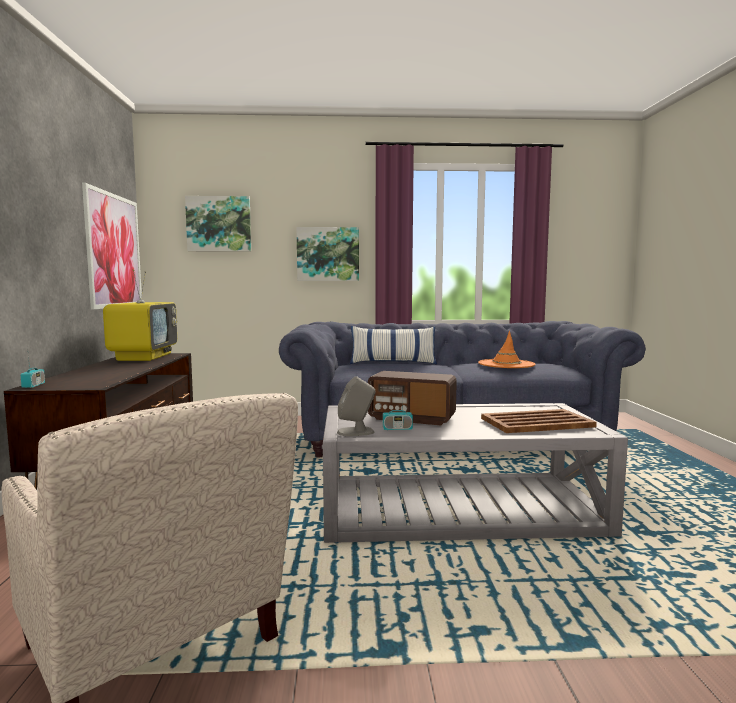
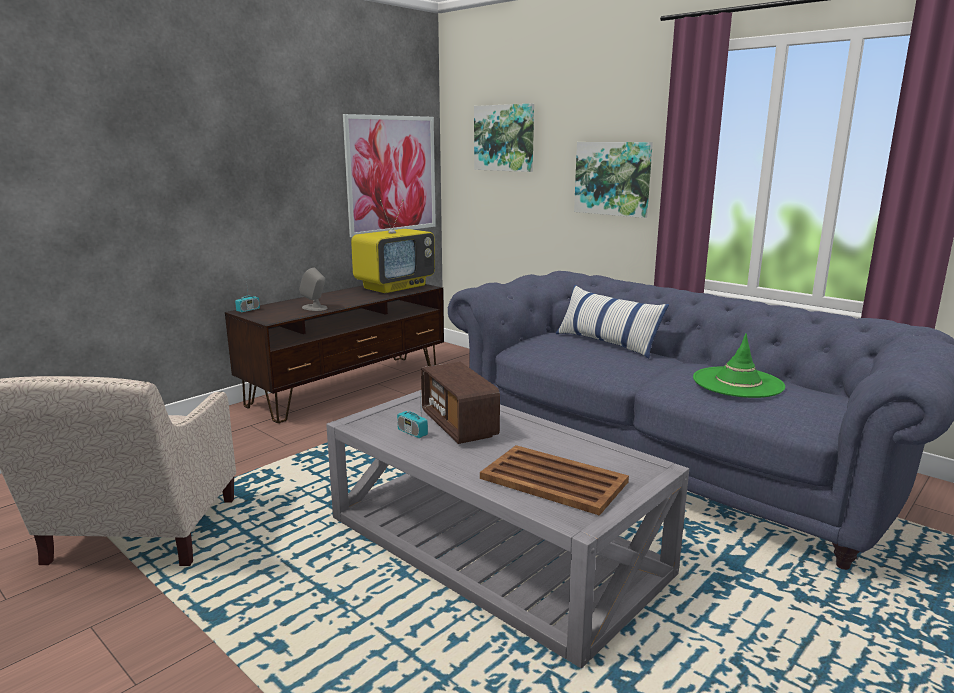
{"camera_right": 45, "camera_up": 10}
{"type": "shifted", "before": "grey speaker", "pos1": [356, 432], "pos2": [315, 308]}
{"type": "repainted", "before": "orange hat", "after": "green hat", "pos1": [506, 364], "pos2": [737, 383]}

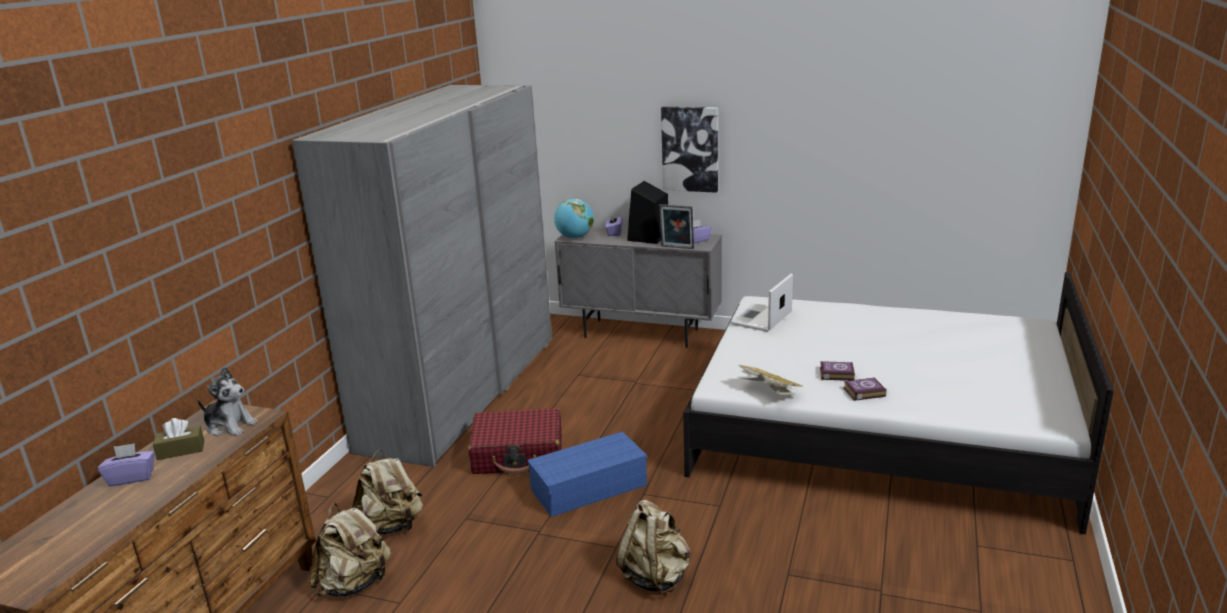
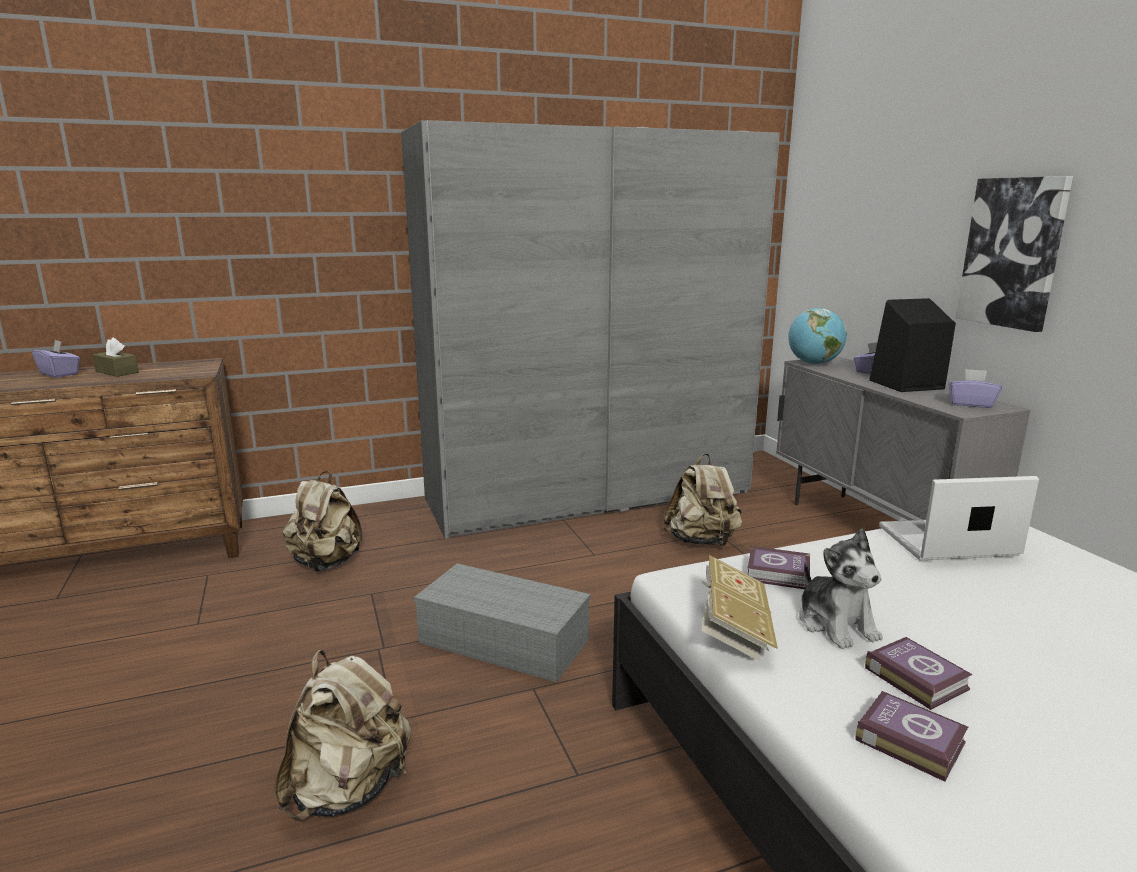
{"camera_right": 50, "camera_up": -5}
{"type": "gone", "before": "red suitcase", "pos1": [518, 454]}
{"type": "gone", "before": "picture frame", "pos1": [677, 248]}
{"type": "new", "after": "book", "pos2": [779, 574]}
{"type": "shifted", "before": "plush toy", "pos1": [230, 426], "pos2": [836, 624]}
{"type": "shifted", "before": "beige backpack", "pos1": [354, 584], "pos2": [702, 541]}
{"type": "repainted", "before": "blue storage box", "after": "grey storage box", "pos1": [590, 486], "pos2": [506, 640]}

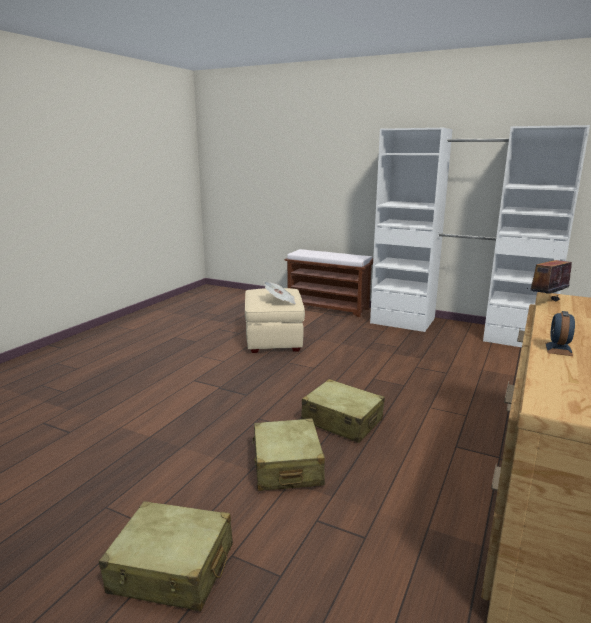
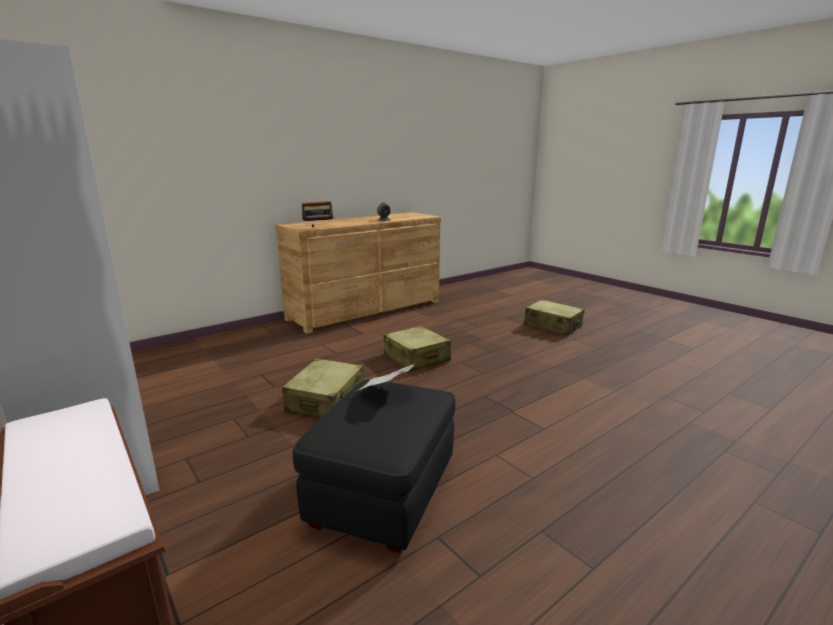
{"camera_right": -155, "camera_up": 0}
{"type": "shifted", "before": "beige suitcase", "pos1": [287, 466], "pos2": [326, 400]}
{"type": "repainted", "before": "beige ottoman", "after": "black ottoman", "pos1": [273, 338], "pos2": [383, 492]}

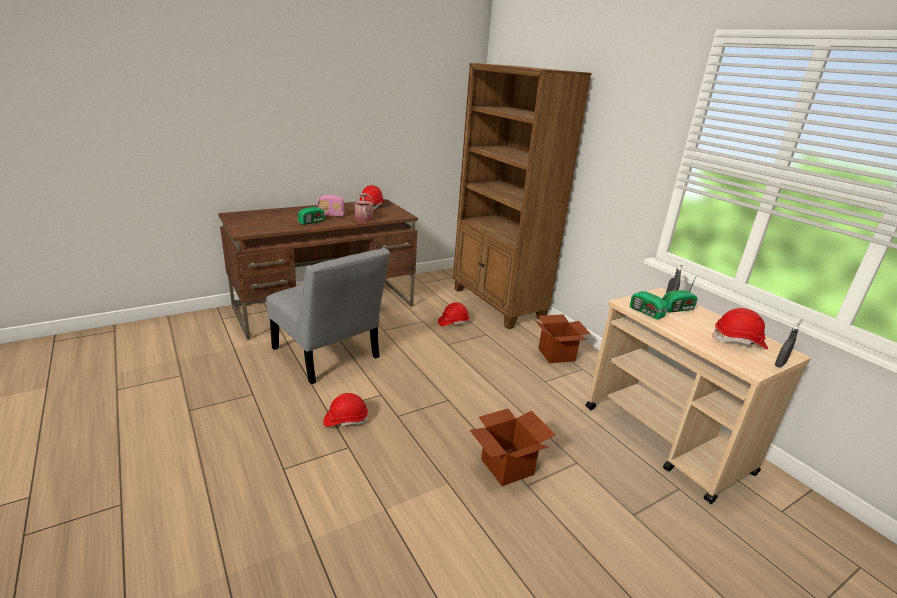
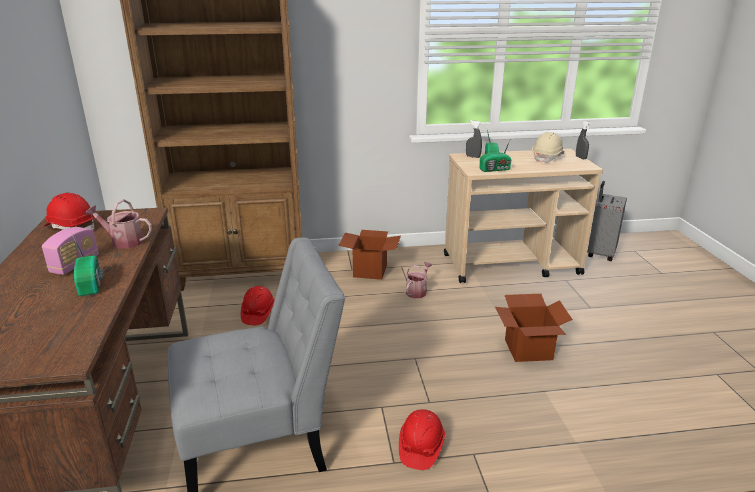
{"camera_right": -65, "camera_up": 0}
{"type": "new", "after": "watering can", "pos2": [417, 291]}
{"type": "new", "after": "grey suitcase", "pos2": [600, 253]}
{"type": "repainted", "before": "red hard hat", "after": "beige hard hat", "pos1": [739, 341], "pos2": [547, 158]}

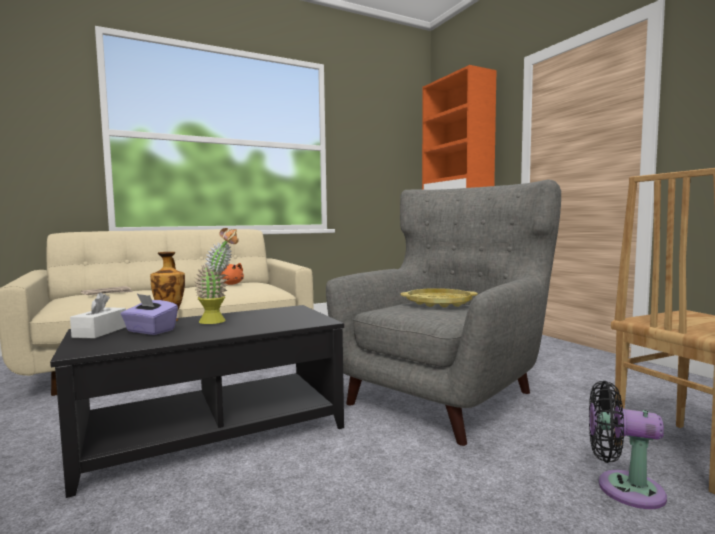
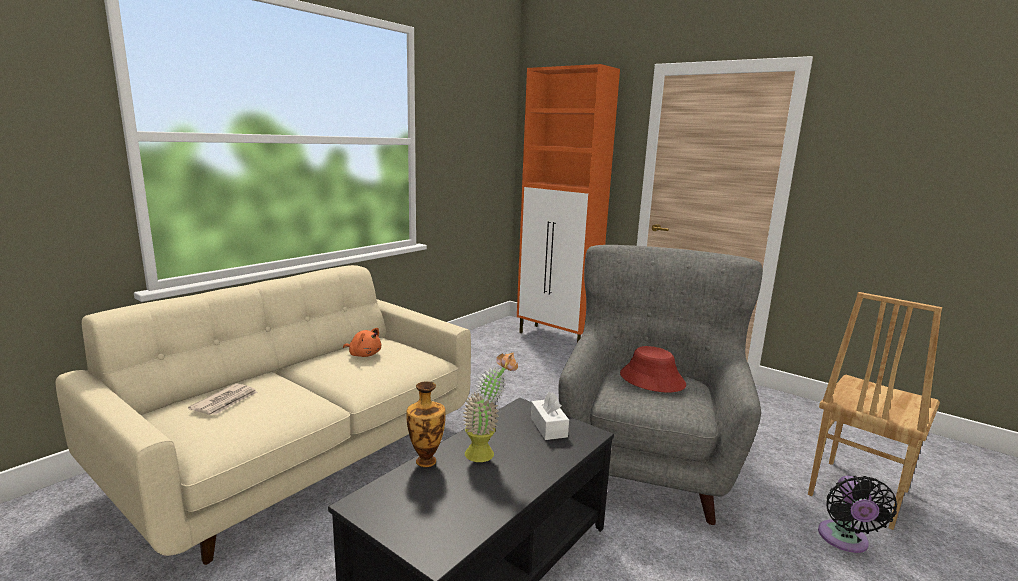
{"camera_right": -25, "camera_up": 10}
{"type": "gone", "before": "purple tissue box", "pos1": [150, 331]}
{"type": "shifted", "before": "white tissue box", "pos1": [100, 332], "pos2": [548, 427]}
{"type": "swapped", "before": "yellow tray", "after": "red hat", "pos1": [438, 303], "pos2": [651, 379]}
{"type": "rotated", "before": "black fan", "pos1": [622, 488], "pos2": [844, 540], "turn": -75}

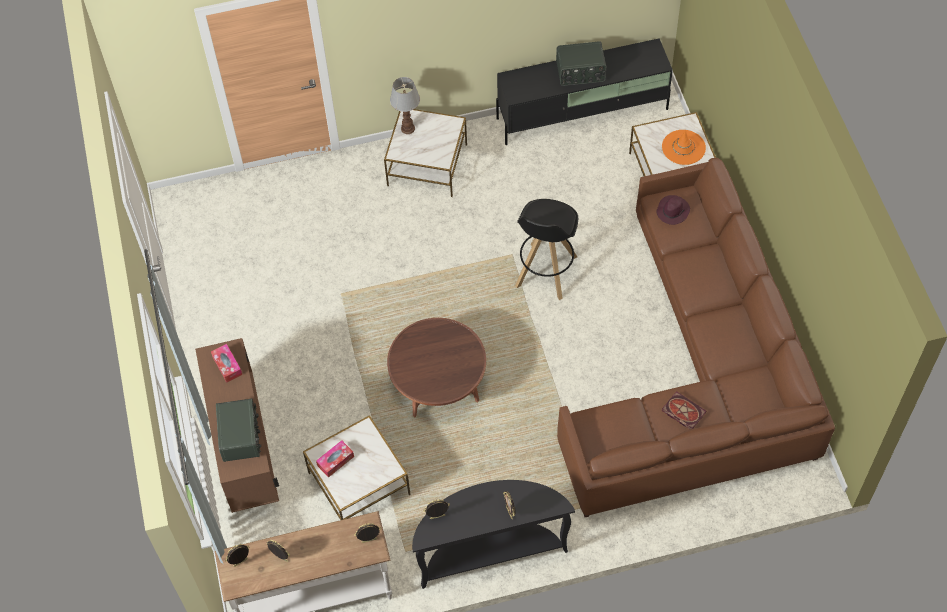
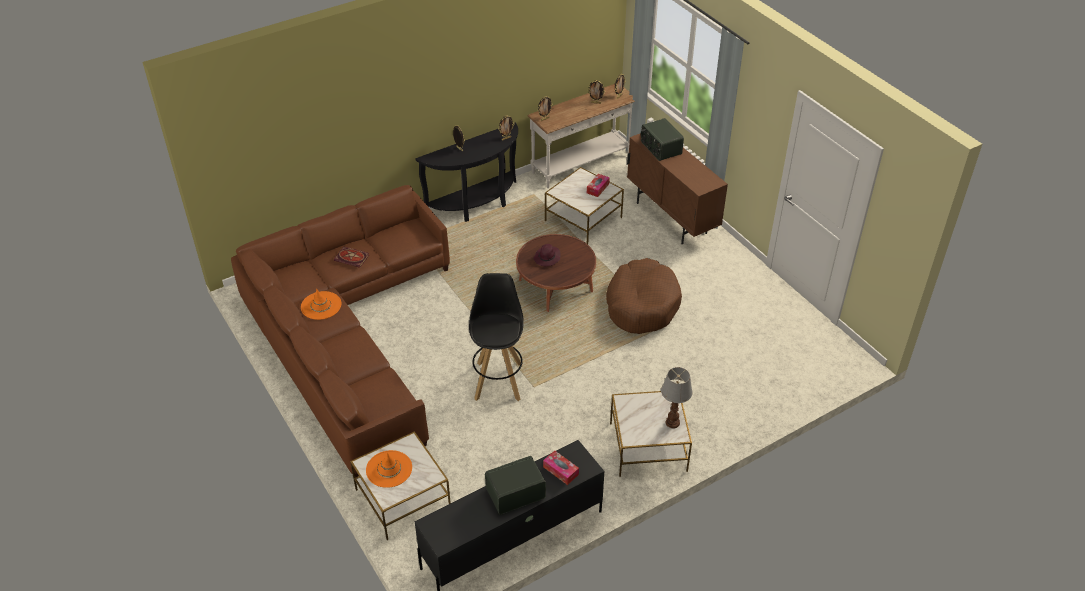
{"camera_right": 160, "camera_up": -15}
{"type": "new", "after": "orange hat", "pos2": [321, 306]}
{"type": "new", "after": "brown dog bed", "pos2": [642, 305]}
{"type": "shifted", "before": "tissue box", "pos1": [227, 365], "pos2": [560, 471]}
{"type": "shifted", "before": "purple hat", "pos1": [672, 211], "pos2": [547, 258]}

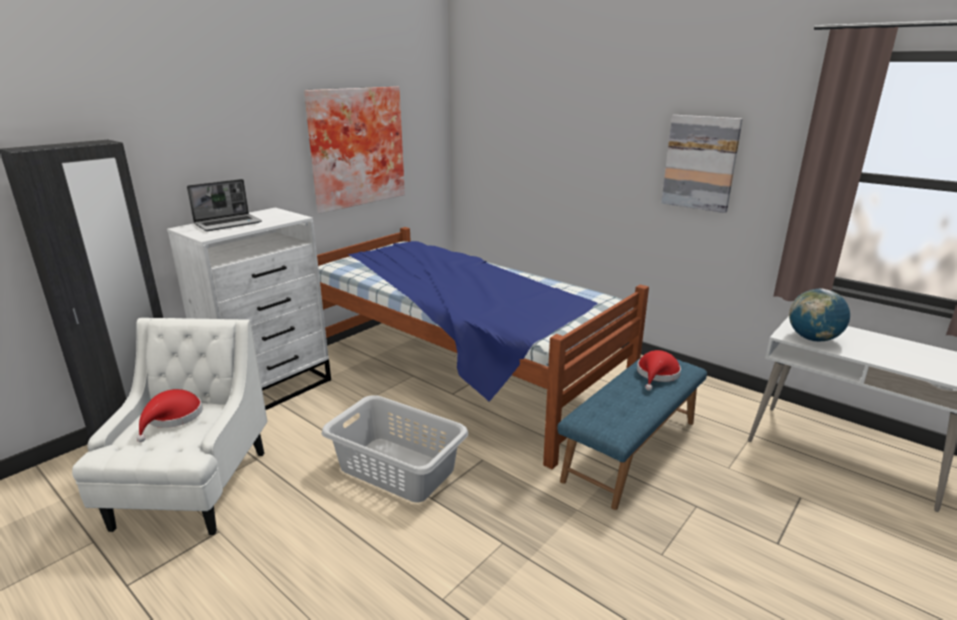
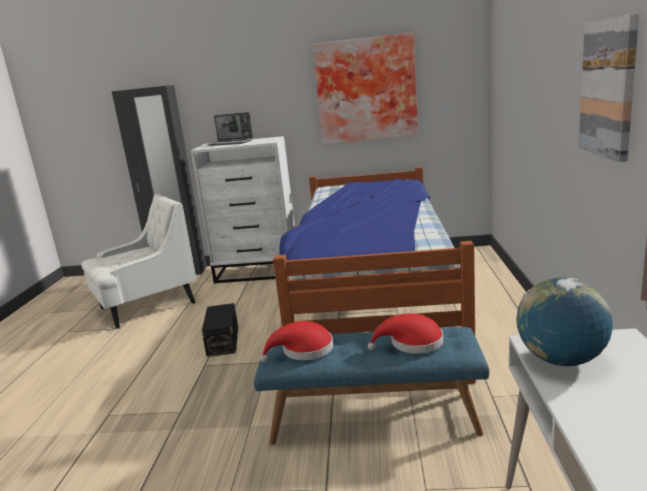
{"camera_right": 55, "camera_up": -5}
{"type": "shifted", "before": "red hat", "pos1": [173, 418], "pos2": [303, 350]}
{"type": "swapped", "before": "grey laundry basket", "after": "black storage box", "pos1": [397, 468], "pos2": [224, 340]}

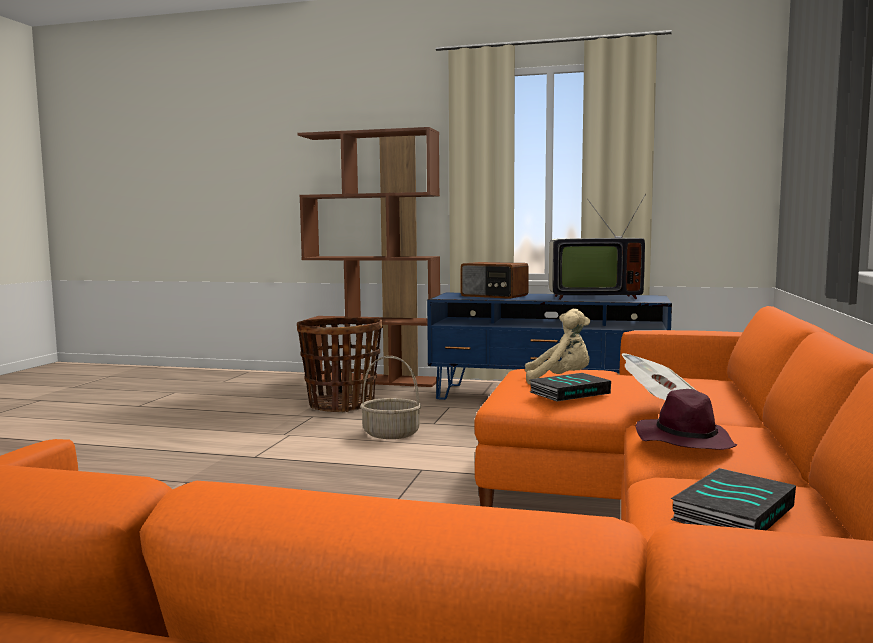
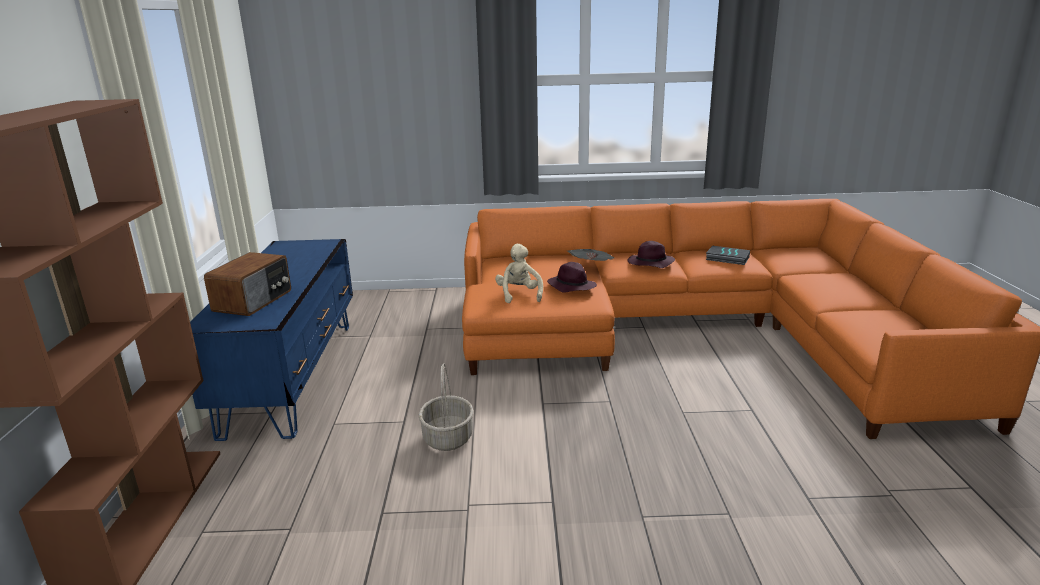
{"camera_right": -105, "camera_up": 15}
{"type": "gone", "before": "basket", "pos1": [341, 405]}
{"type": "gone", "before": "television", "pos1": [592, 297]}
{"type": "swapped", "before": "book", "after": "purple hat", "pos1": [569, 392], "pos2": [571, 286]}

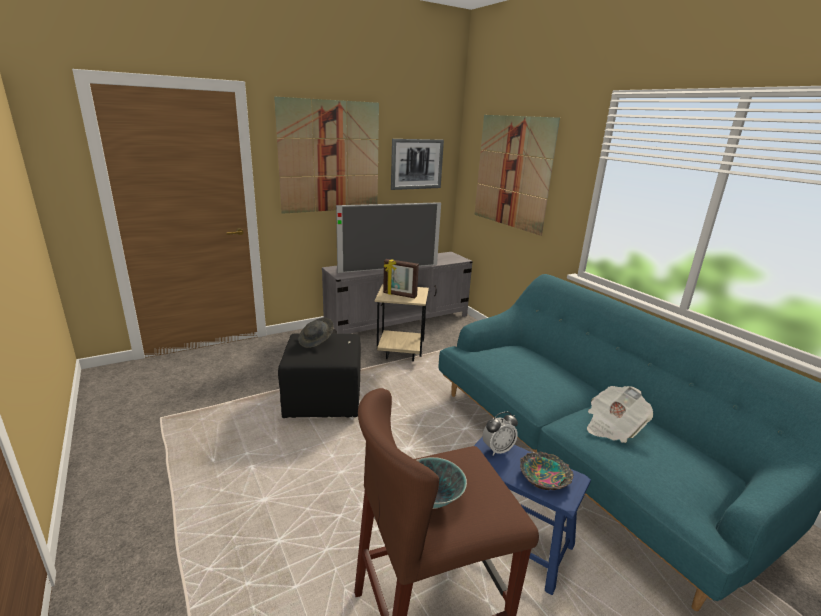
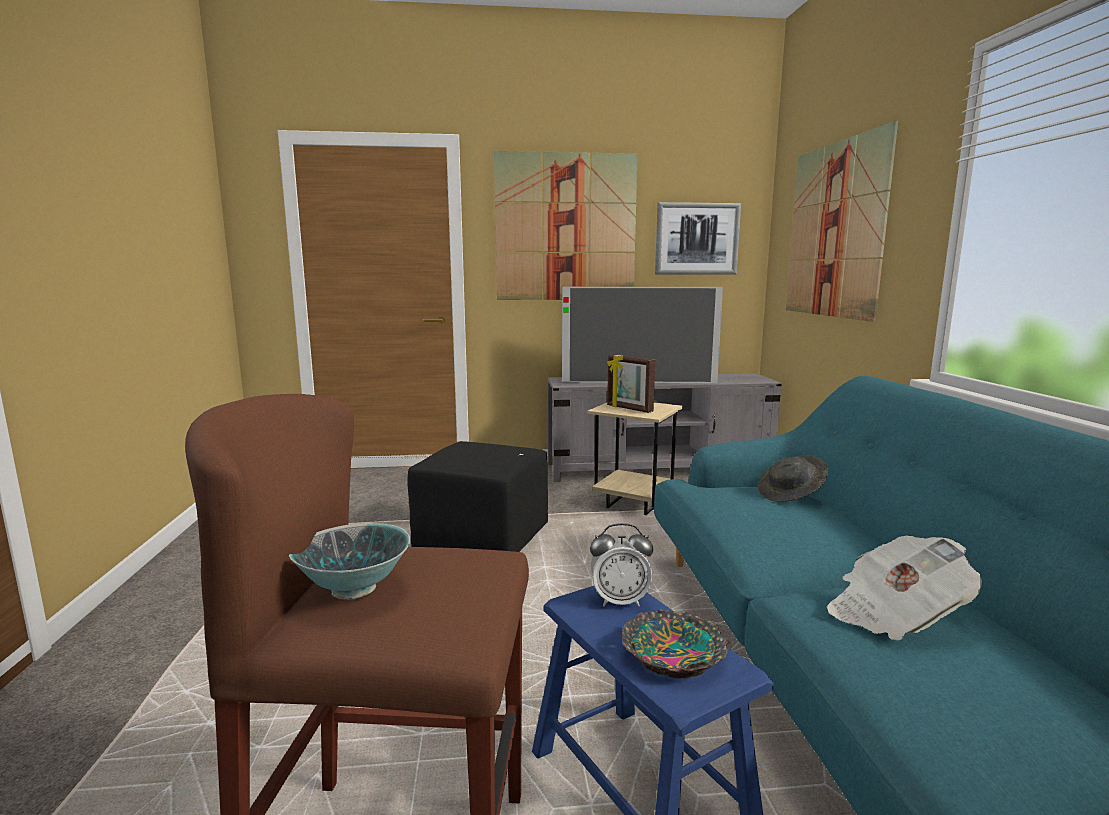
{"camera_right": 25, "camera_up": -10}
{"type": "shifted", "before": "grey hat", "pos1": [316, 341], "pos2": [791, 494]}

